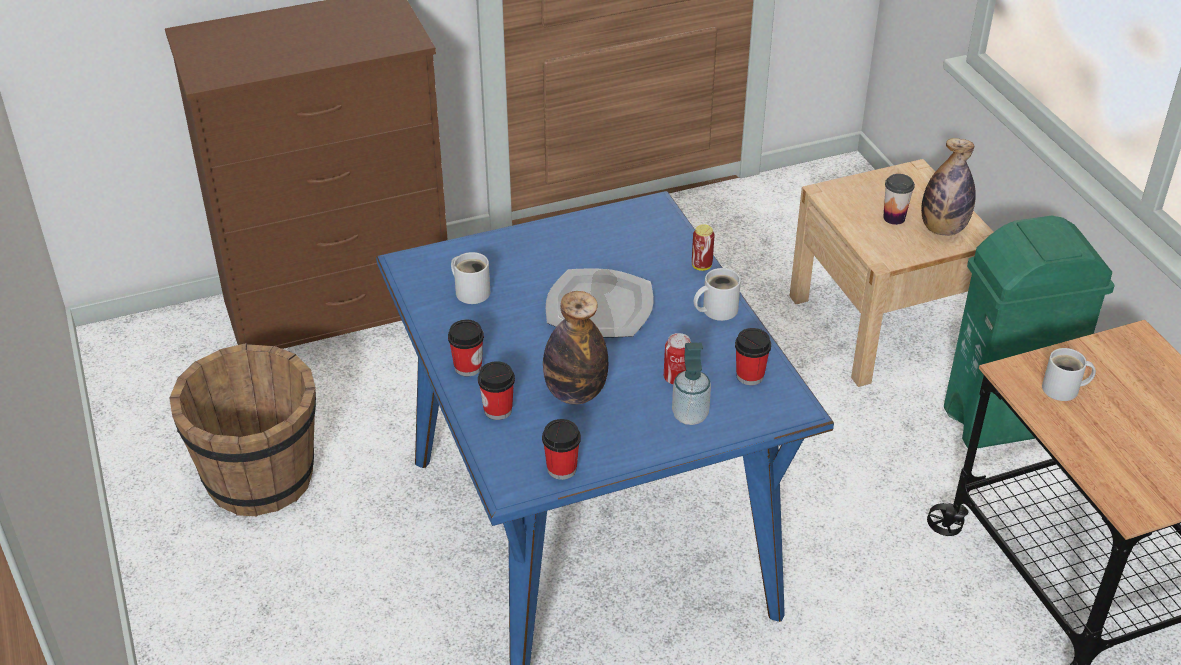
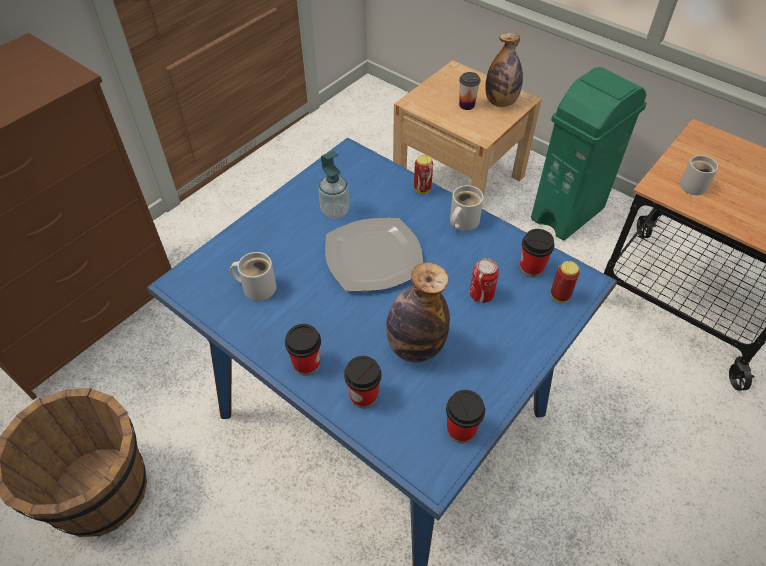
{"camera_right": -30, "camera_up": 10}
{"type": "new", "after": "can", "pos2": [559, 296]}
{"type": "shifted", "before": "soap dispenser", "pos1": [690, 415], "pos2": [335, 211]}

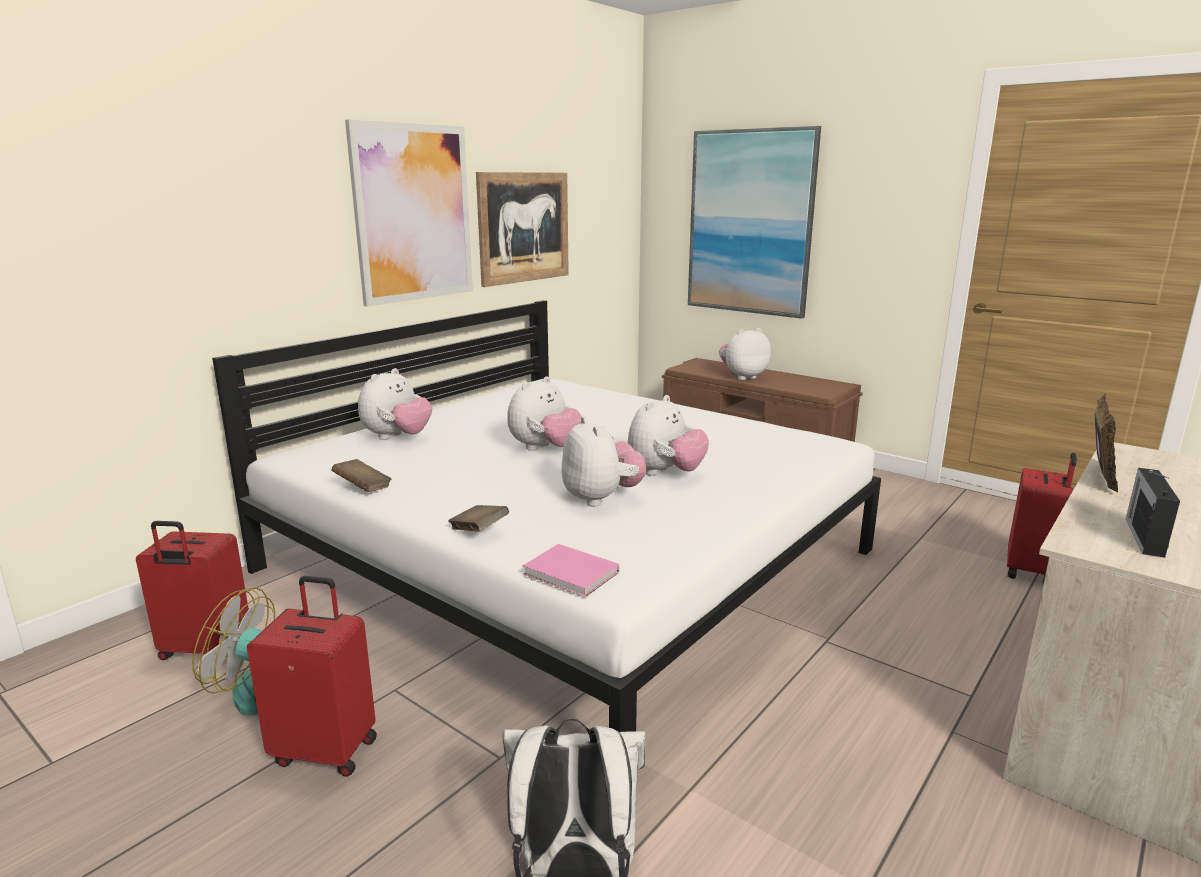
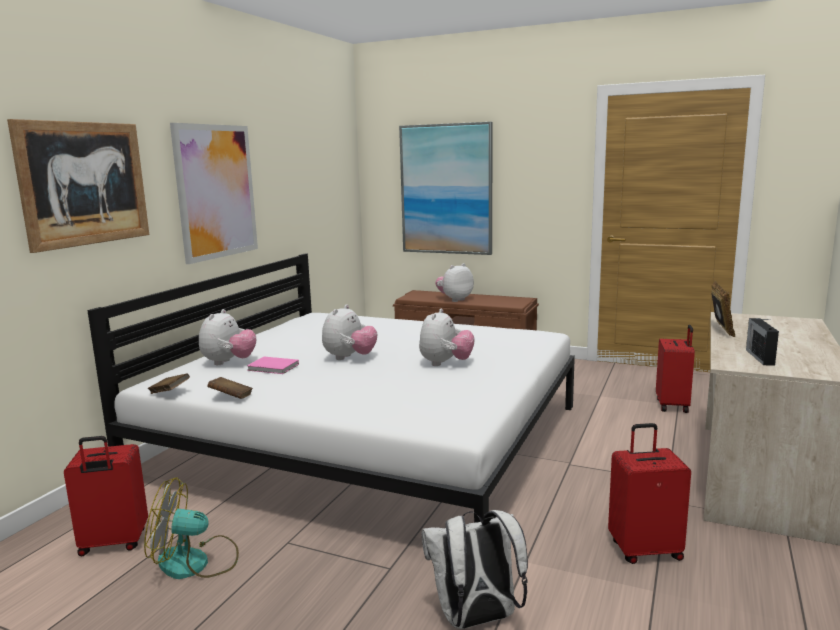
{"camera_right": -15, "camera_up": -5}
{"type": "gone", "before": "plush toy", "pos1": [601, 498]}
{"type": "shifted", "before": "red suitcase", "pos1": [326, 750], "pos2": [644, 550]}
{"type": "shifted", "before": "brown book", "pos1": [479, 531], "pos2": [170, 393]}
{"type": "shifted", "before": "picture", "pos1": [524, 227], "pos2": [84, 183]}
{"type": "shifted", "before": "pink book", "pos1": [572, 574], "pos2": [274, 367]}

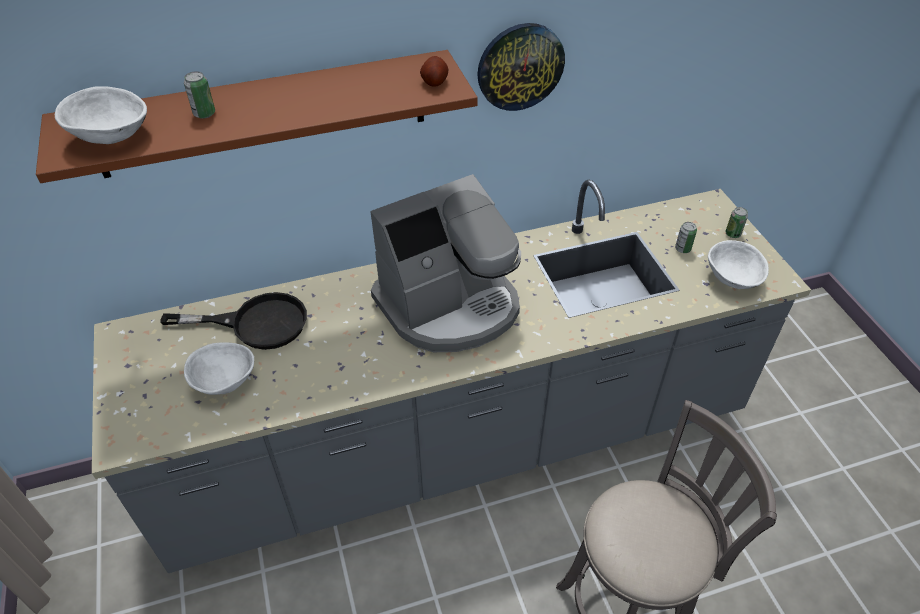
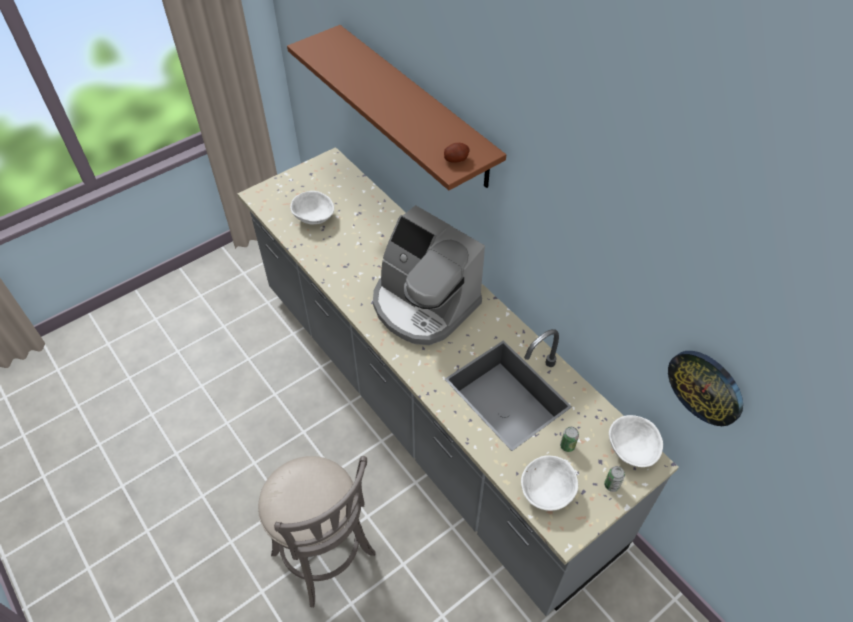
{"camera_right": 70, "camera_up": 5}
{"type": "gone", "before": "black frying pan", "pos1": [256, 323]}
{"type": "gone", "before": "can", "pos1": [204, 114]}
{"type": "shifted", "before": "white bowl", "pos1": [112, 136], "pos2": [631, 450]}
{"type": "shifted", "before": "wall clock", "pos1": [520, 66], "pos2": [706, 386]}

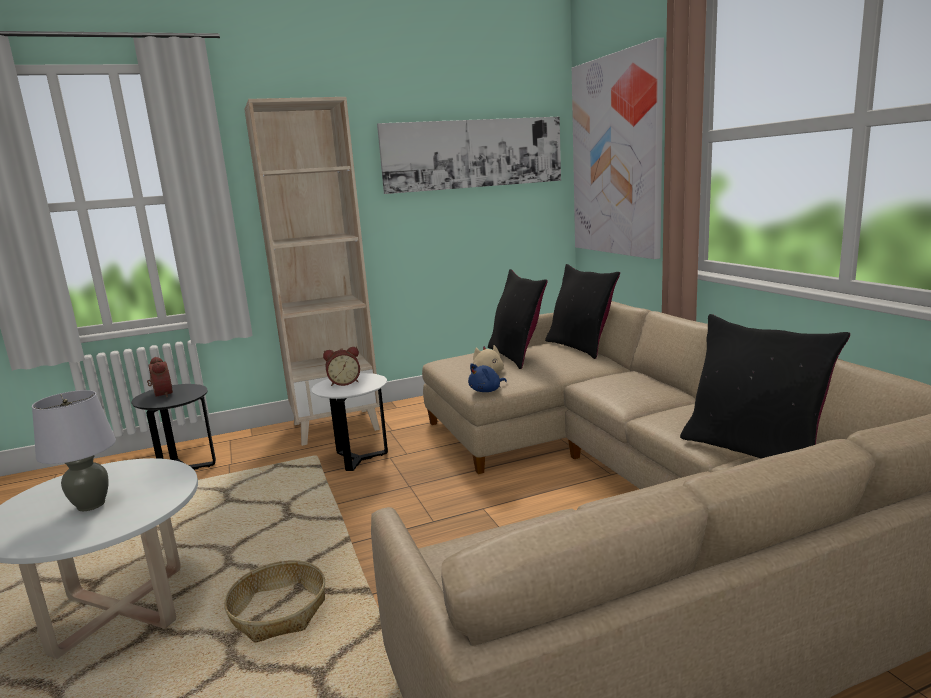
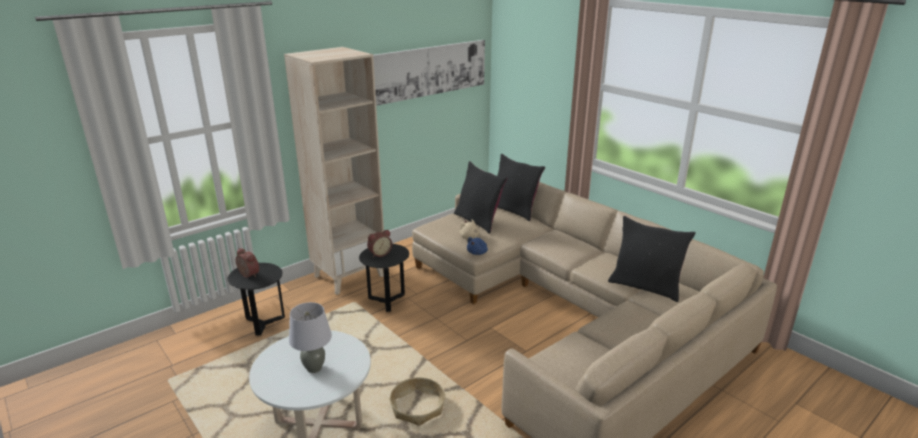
{"camera_right": -20, "camera_up": 10}
{"type": "gone", "before": "picture", "pos1": [616, 157]}
{"type": "repainted", "before": "white side table", "after": "black side table", "pos1": [358, 459], "pos2": [387, 301]}

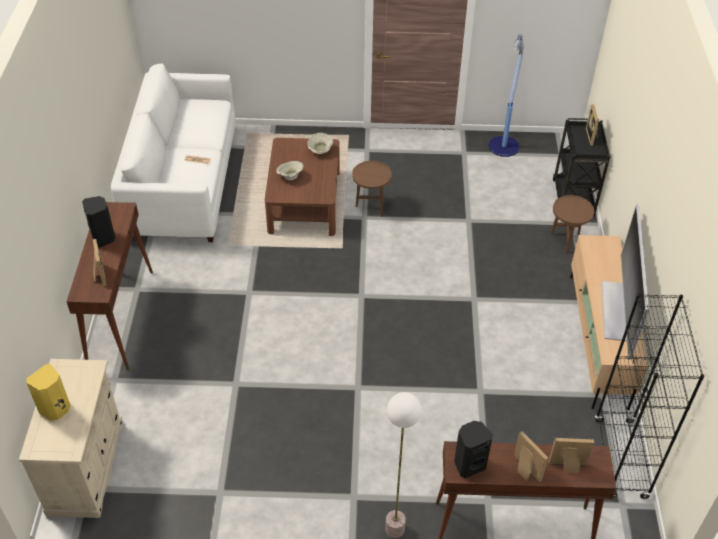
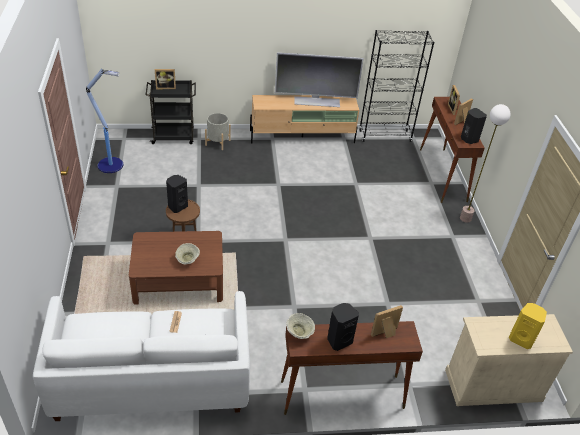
{"camera_right": -100, "camera_up": -5}
{"type": "new", "after": "black speaker", "pos2": [177, 206]}
{"type": "shifted", "before": "beige bowl", "pos1": [320, 151], "pos2": [299, 333]}
{"type": "swapped", "before": "brown side table", "after": "grey planter", "pos1": [565, 242], "pos2": [218, 142]}

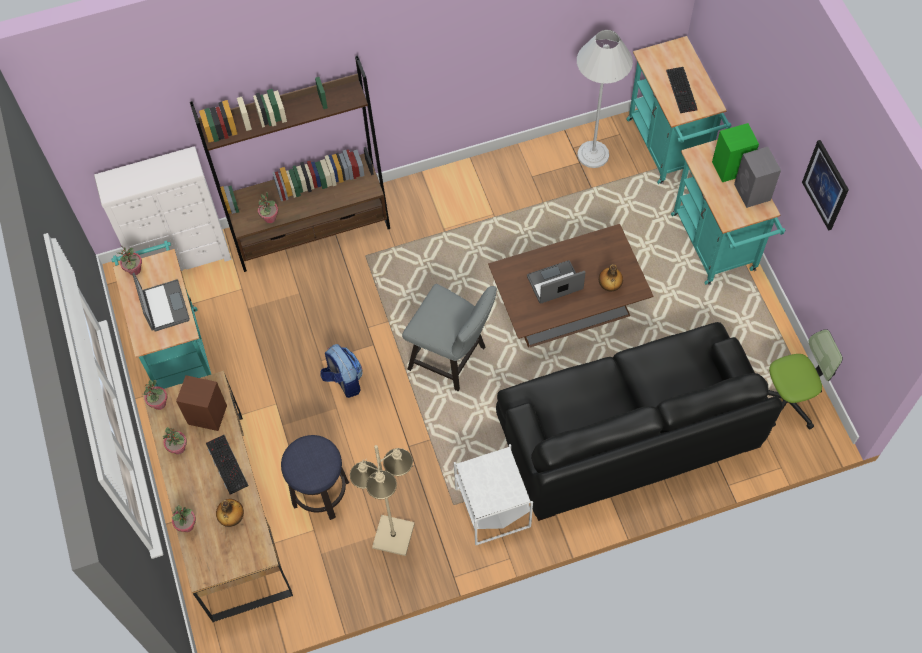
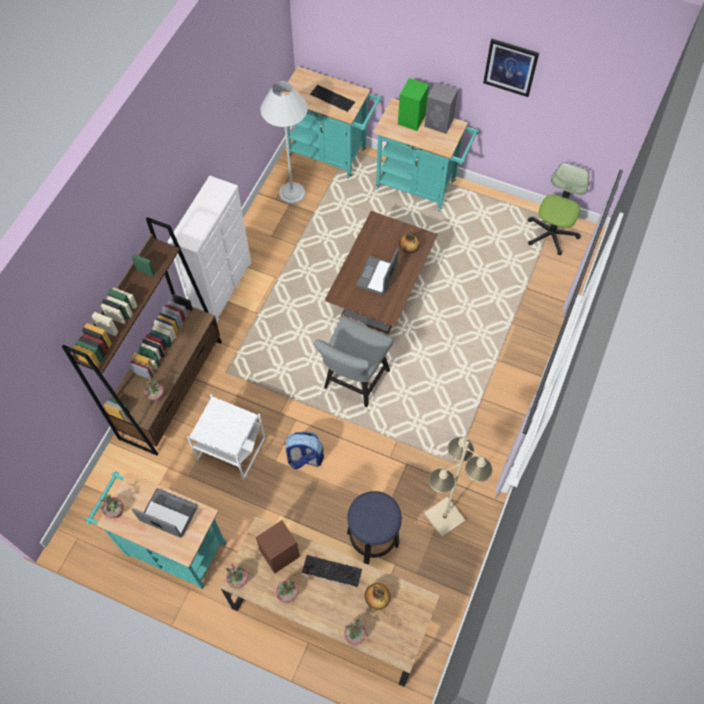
{"camera_right": -50, "camera_up": 0}
{"type": "gone", "before": "black sofa", "pos1": [628, 432]}
{"type": "shifted", "before": "white dresser", "pos1": [183, 260], "pos2": [222, 288]}
{"type": "shifted", "before": "white side table", "pos1": [492, 508], "pos2": [231, 449]}
{"type": "rotated", "before": "grey chair", "pos1": [452, 359], "pos2": [353, 382], "turn": 135}

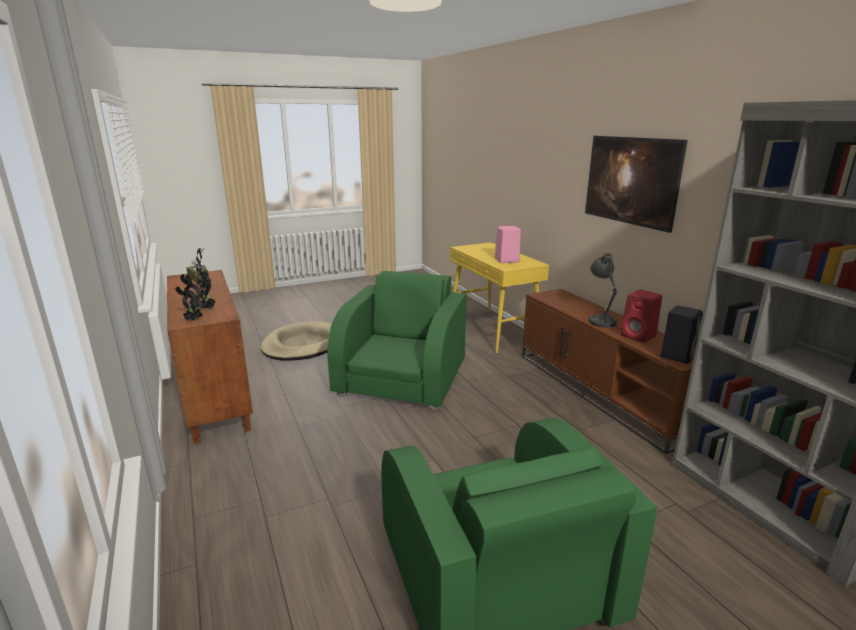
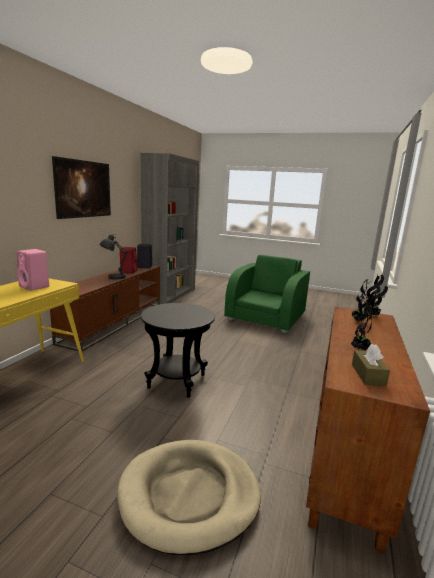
{"camera_right": -135, "camera_up": -5}
{"type": "swapped", "before": "green armchair", "after": "black side table", "pos1": [402, 378], "pos2": [176, 381]}

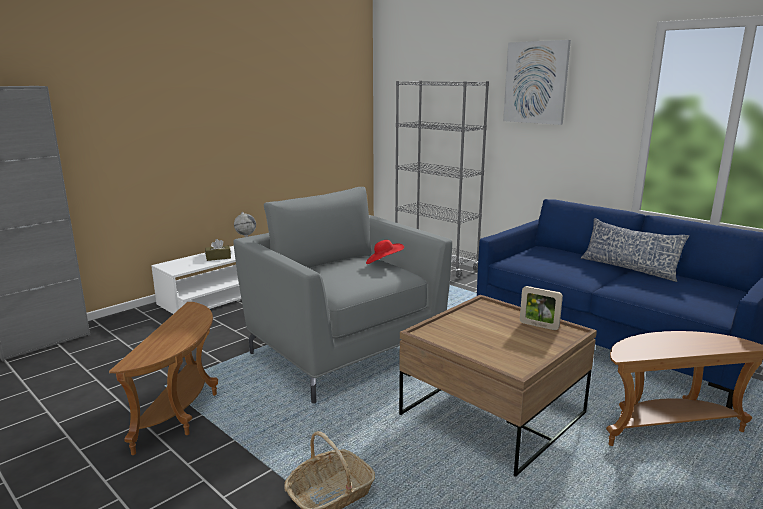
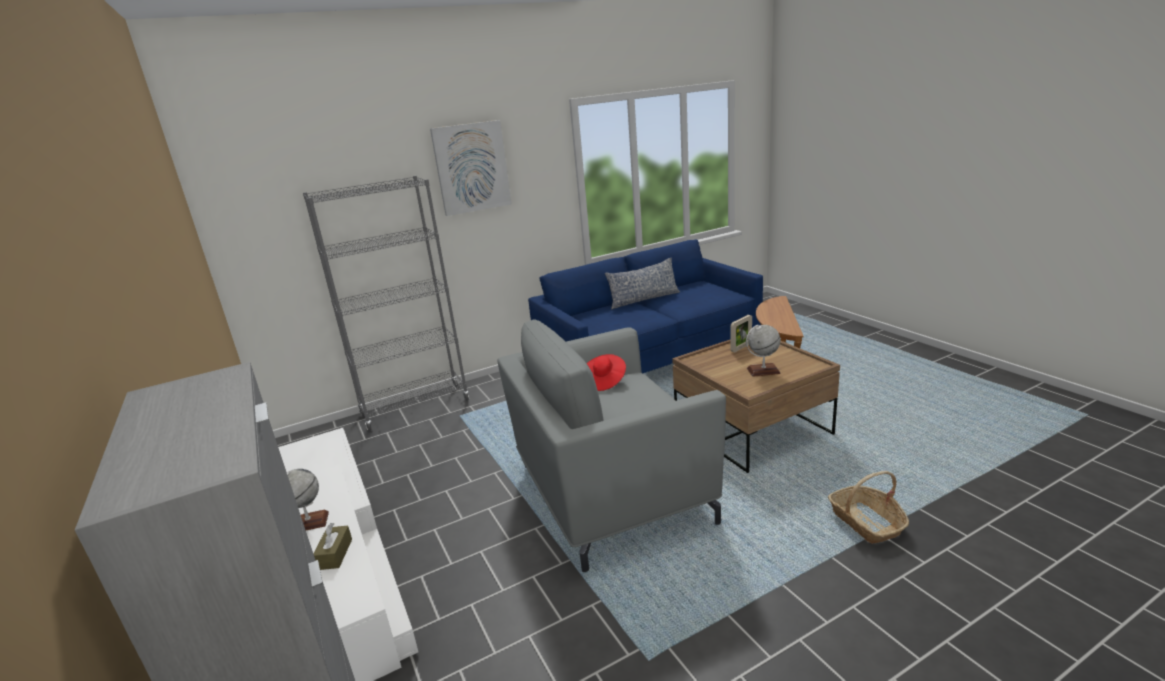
{"camera_right": -70, "camera_up": 5}
{"type": "gone", "before": "brown side table", "pos1": [183, 412]}
{"type": "new", "after": "globe", "pos2": [763, 371]}

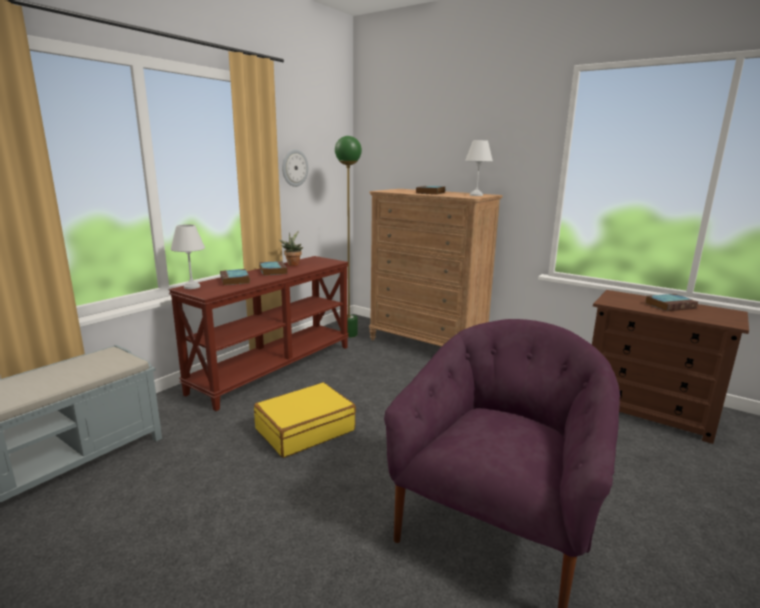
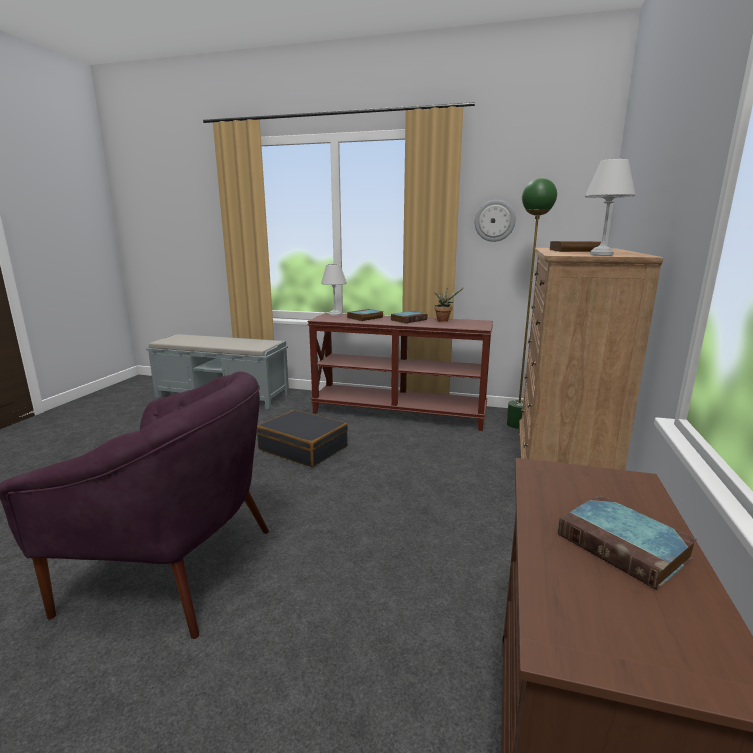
{"camera_right": 70, "camera_up": 0}
{"type": "repainted", "before": "yellow suitcase", "after": "black suitcase", "pos1": [305, 429], "pos2": [303, 448]}

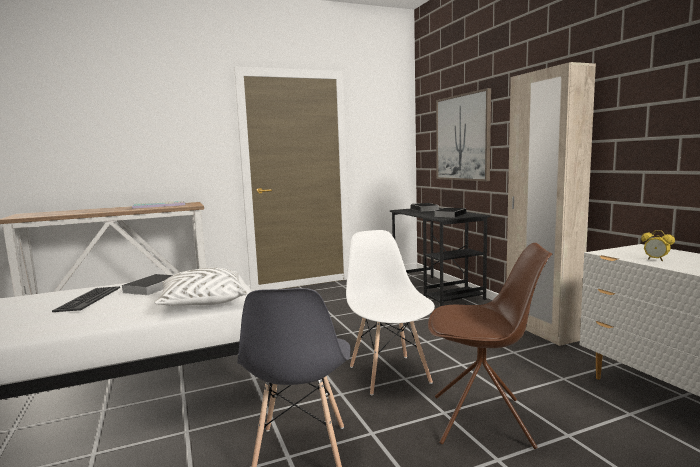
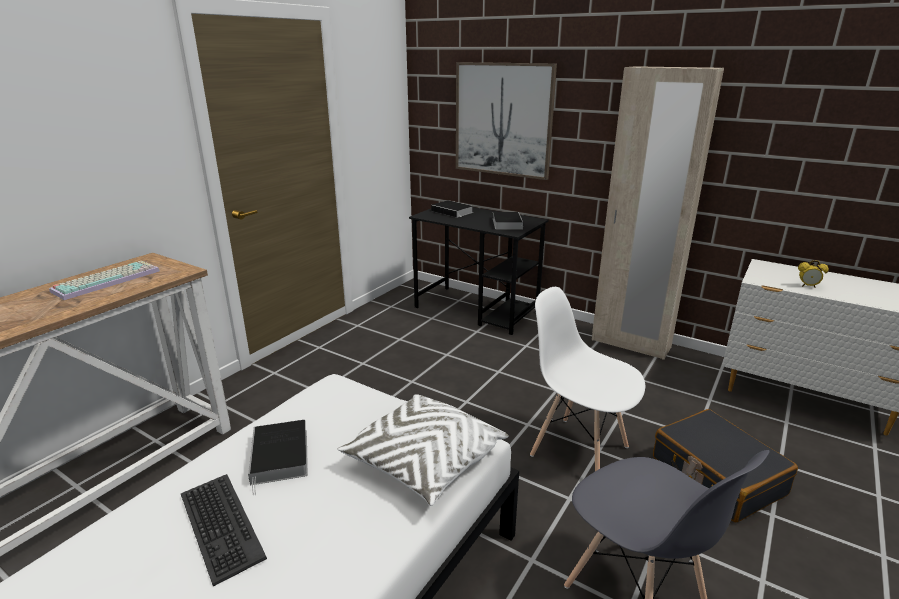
{"camera_right": -35, "camera_up": 15}
{"type": "swapped", "before": "brown chair", "after": "black suitcase", "pos1": [483, 421], "pos2": [716, 476]}

